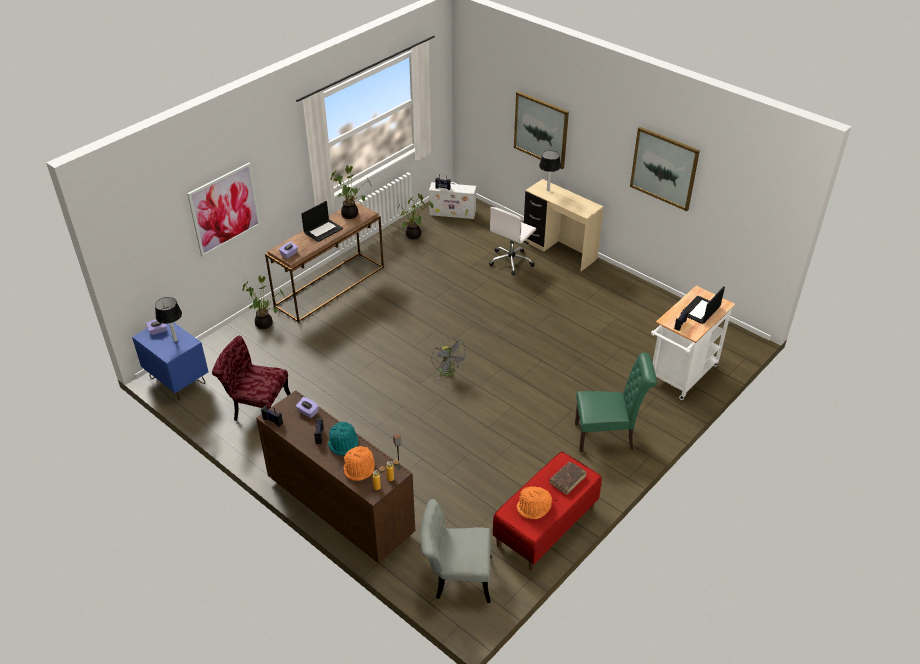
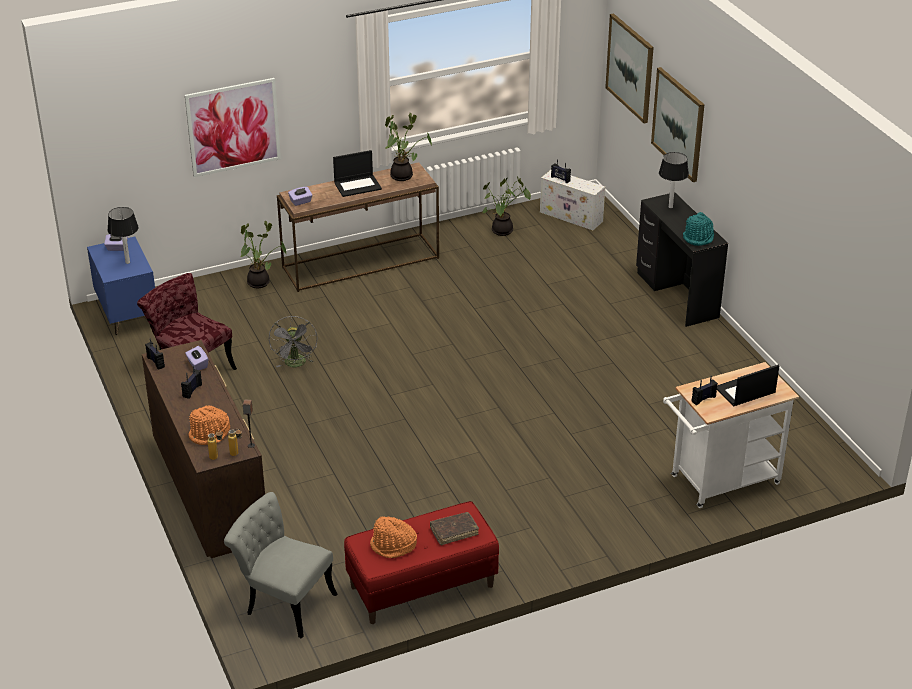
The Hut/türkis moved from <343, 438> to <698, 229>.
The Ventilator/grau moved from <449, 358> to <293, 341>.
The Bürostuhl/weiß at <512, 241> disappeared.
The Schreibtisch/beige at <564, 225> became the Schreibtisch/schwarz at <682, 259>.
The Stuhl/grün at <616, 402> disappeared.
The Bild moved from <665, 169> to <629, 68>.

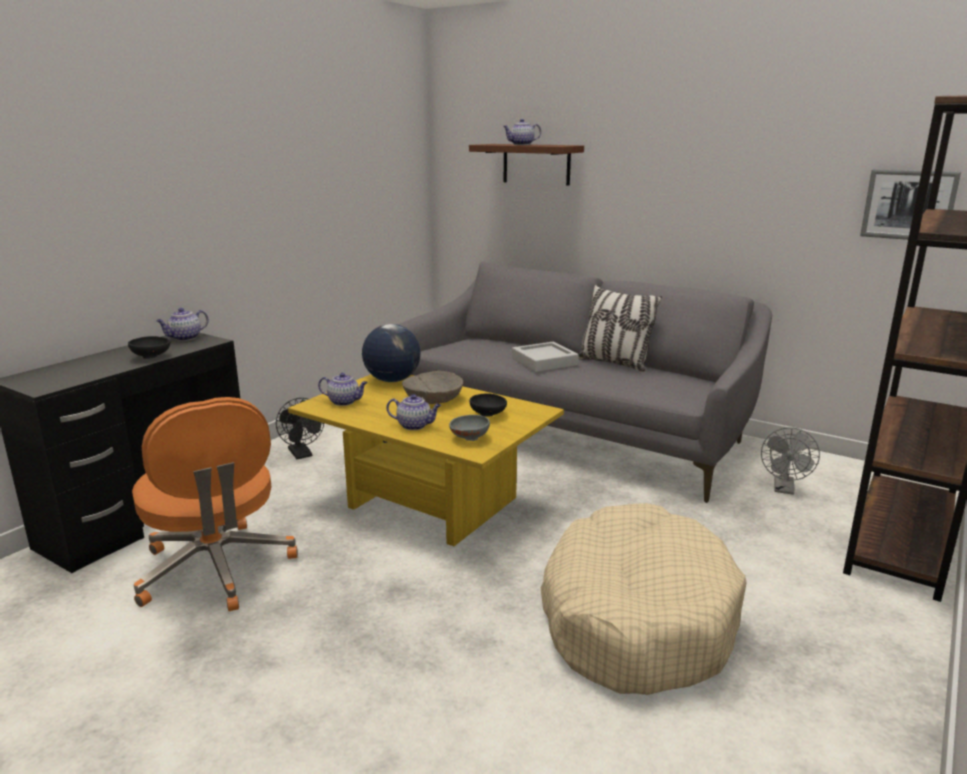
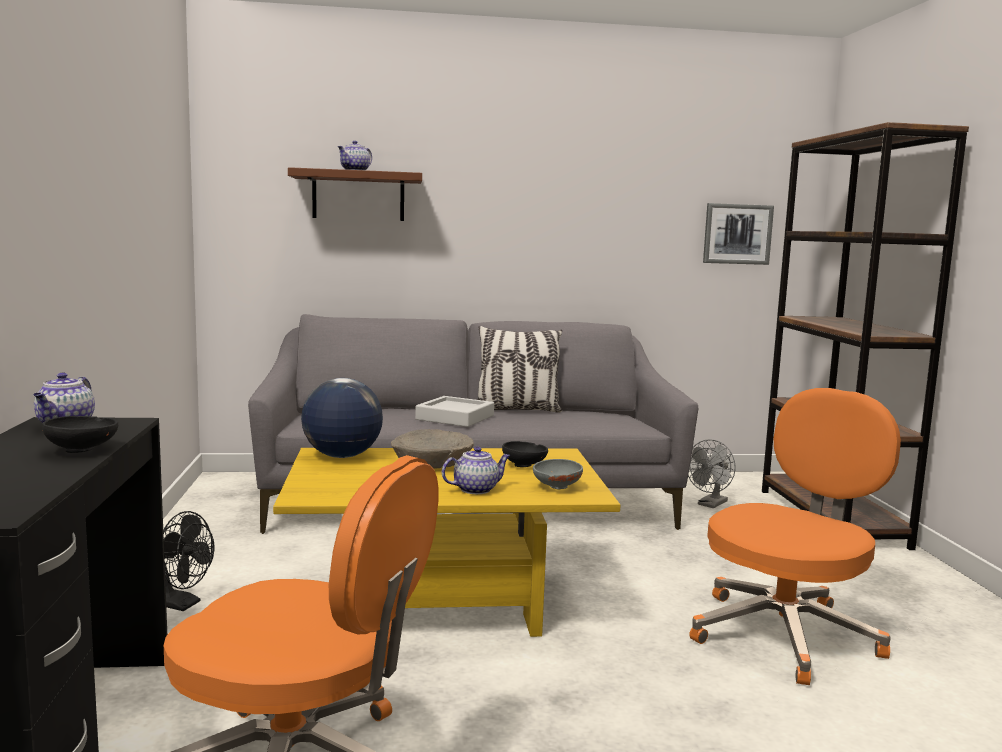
The Teekanne at <343, 389> disappeared.
The Hundebett/beige at <644, 599> was replaced by the Bürostuhl/orange at <795, 536>.
The Ventilator/grau at <790, 461> turned 60 degrees clockwise.

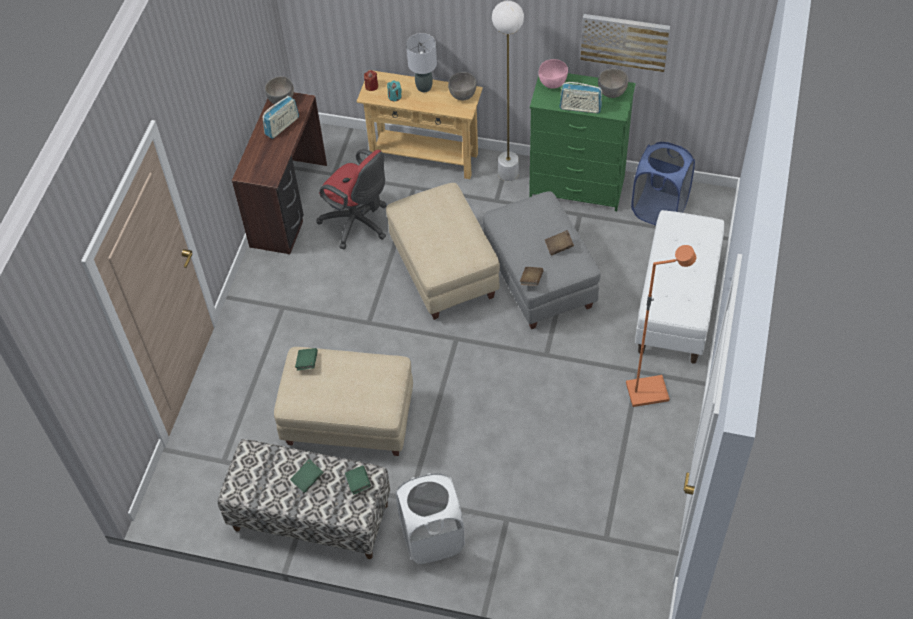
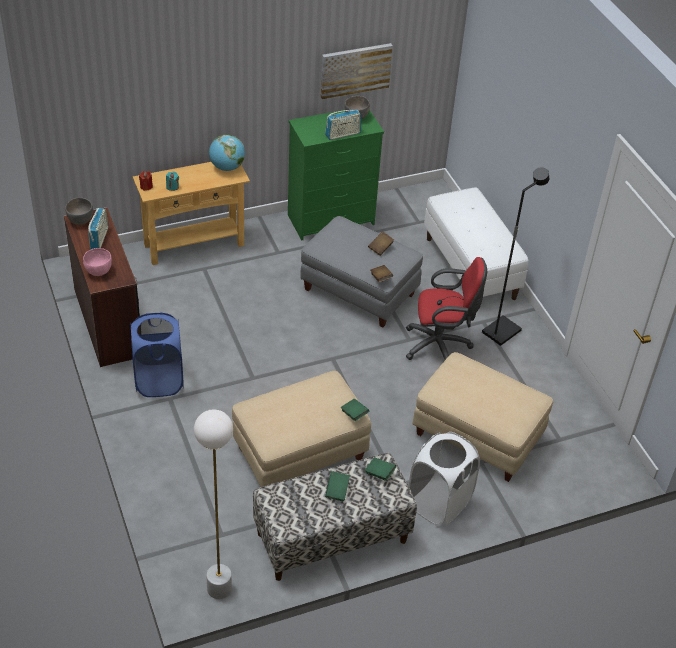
The Buch/grün moved from <306, 359> to <355, 410>.
The Bürostuhl/rot moved from <351, 199> to <446, 308>.
The Polsterhocker/beige moved from <443, 251> to <482, 417>.
The Tischlampe/grau at <421, 62> disappeared.
The Schüssel/grau at <462, 86> was replaced by the Globus at <227, 153>.
The Stehlampe/weiß moved from <508, 91> to <213, 504>.
The Schüssel/rosa moved from <553, 74> to <97, 262>.
The Stehlampe/orange at <661, 326> became the Stehlampe/schwarz at <515, 256>.
The Wäschekorb/blau moved from <663, 183> to <156, 354>.

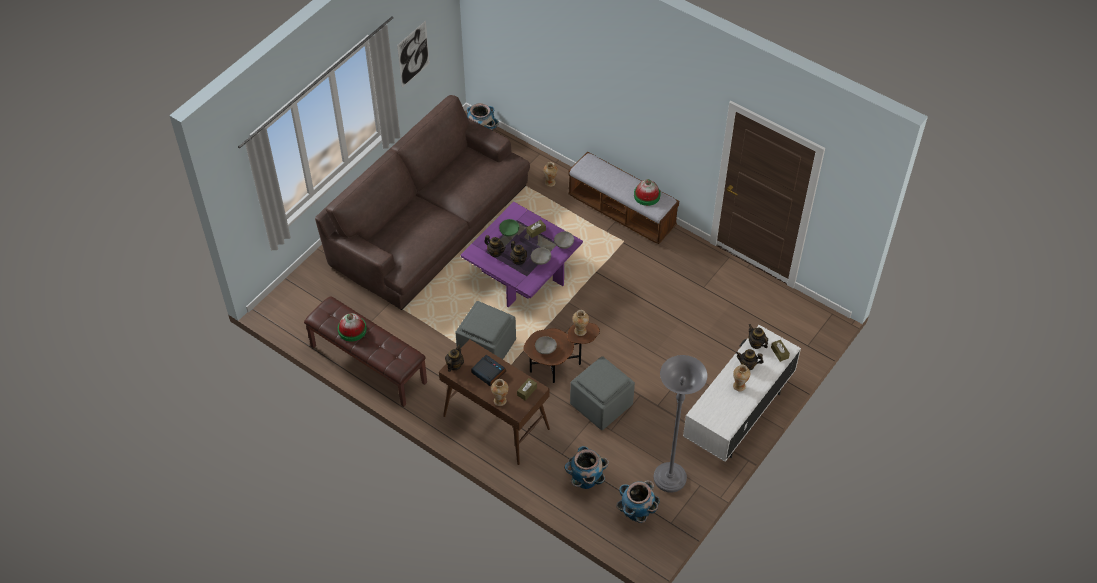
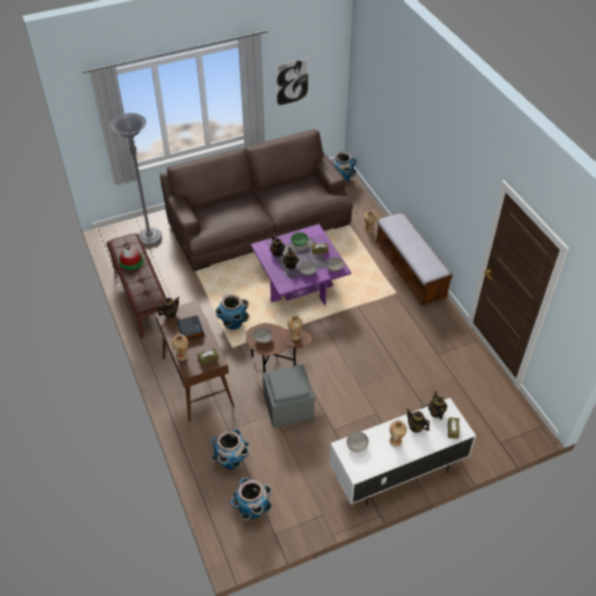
The Polsterhocker/grau at <485, 330> was replaced by the Pflanzkübel at <232, 312>.
The Hut at <647, 192> disappeared.
The Stehlampe/grau moved from <680, 424> to <136, 179>.
The Schüssel/grau at <357, 442> appeared.

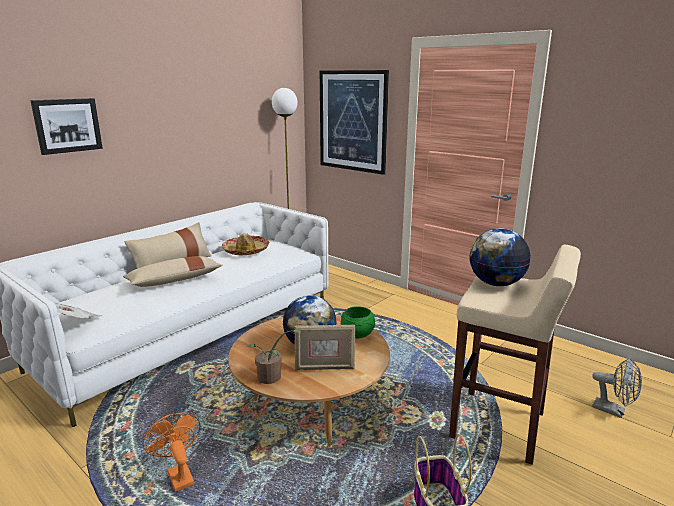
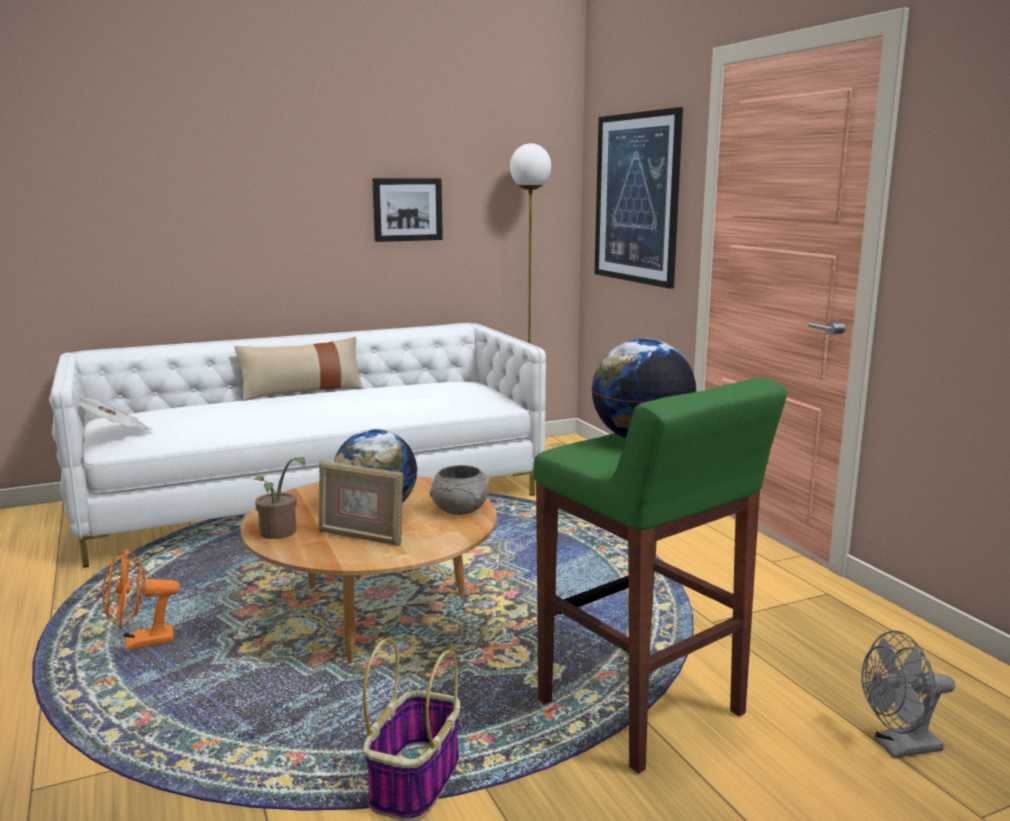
The Bild moved from <66, 126> to <407, 210>.
The Kissen/beige at <173, 271> disappeared.
The Ventilator/orange at <171, 452> turned 105 degrees counterclockwise.
The Hut at <246, 244> disappeared.
The Schüssel/grün at <358, 322> became the Schüssel/grau at <458, 490>.
The Hocker/beige at <515, 355> became the Hocker/grün at <660, 576>.
The Ventilator/grau at <617, 388> turned 105 degrees clockwise.

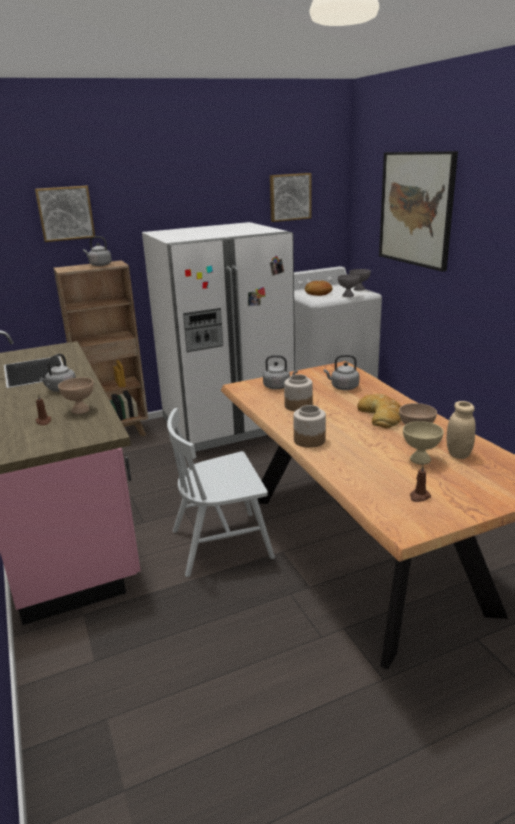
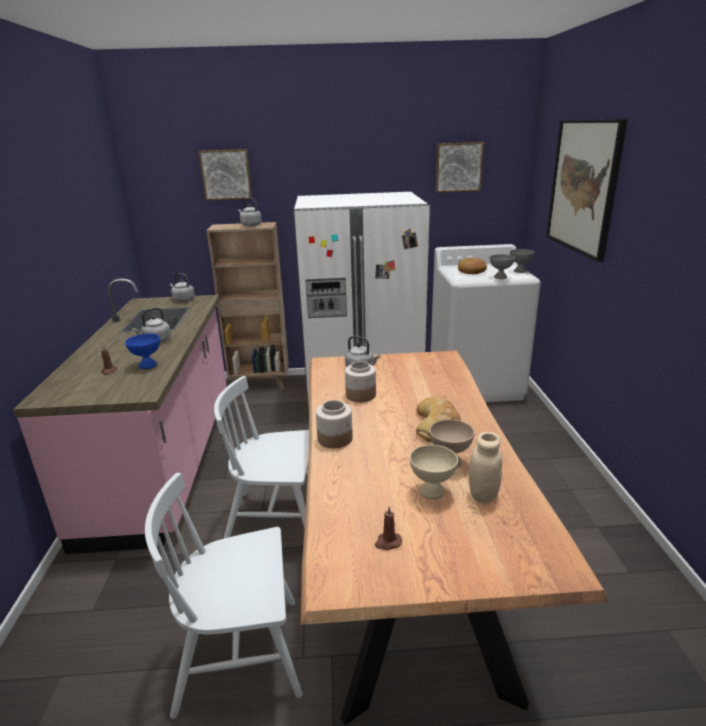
The Schüssel/beige at <76, 395> became the Schüssel/blau at <142, 351>.
The Wasserkessel/grau moved from <341, 372> to <182, 287>.
The Stuhl/weiß at <224, 596> appeared.

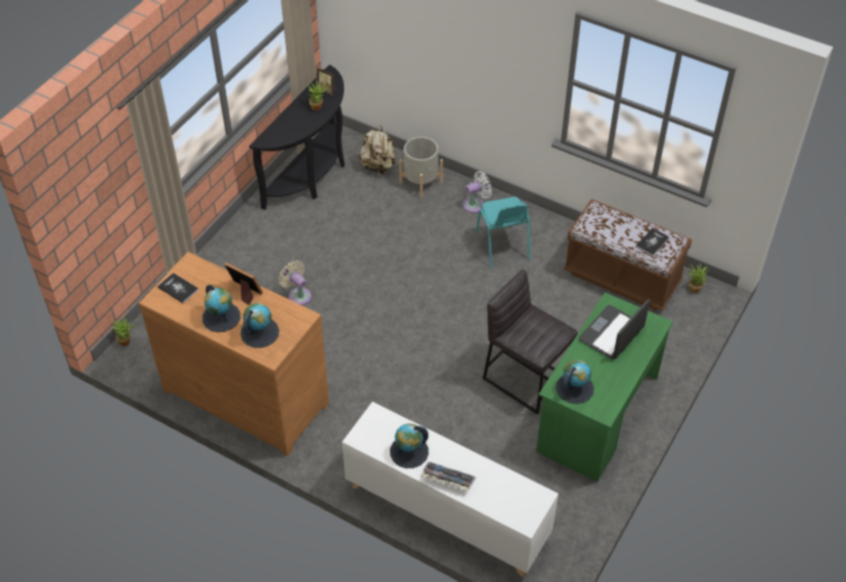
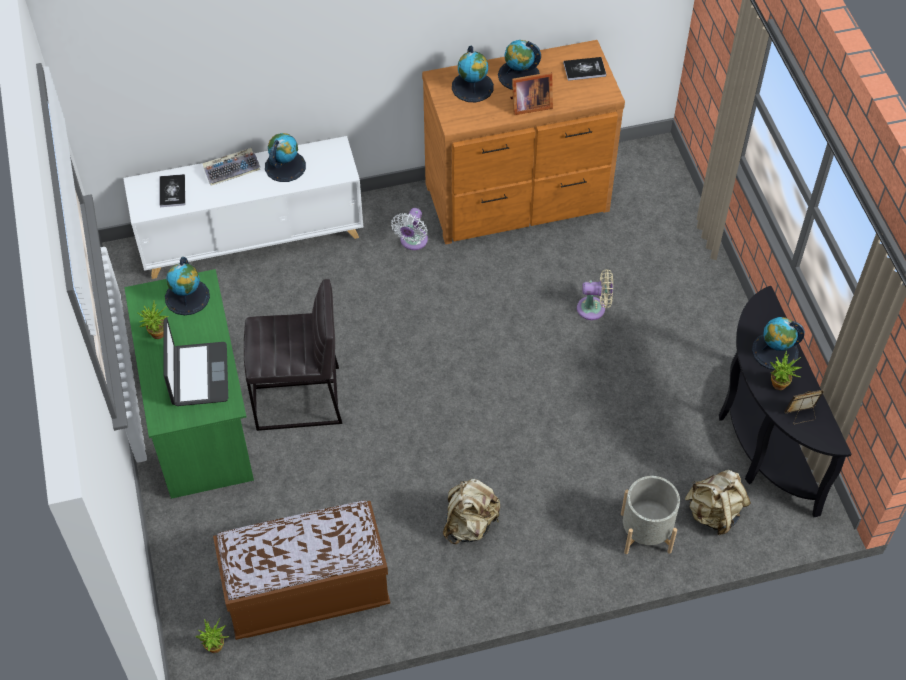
The Topfpflanze moved from <122, 330> to <153, 319>.
The Ventilator/weiß moved from <477, 192> to <409, 229>.
The Stuhl/türkis at <502, 232> was replaced by the Rucksack/beige at <471, 511>.
The Buch moved from <652, 242> to <172, 190>.
The Globus at <778, 343> appeared.

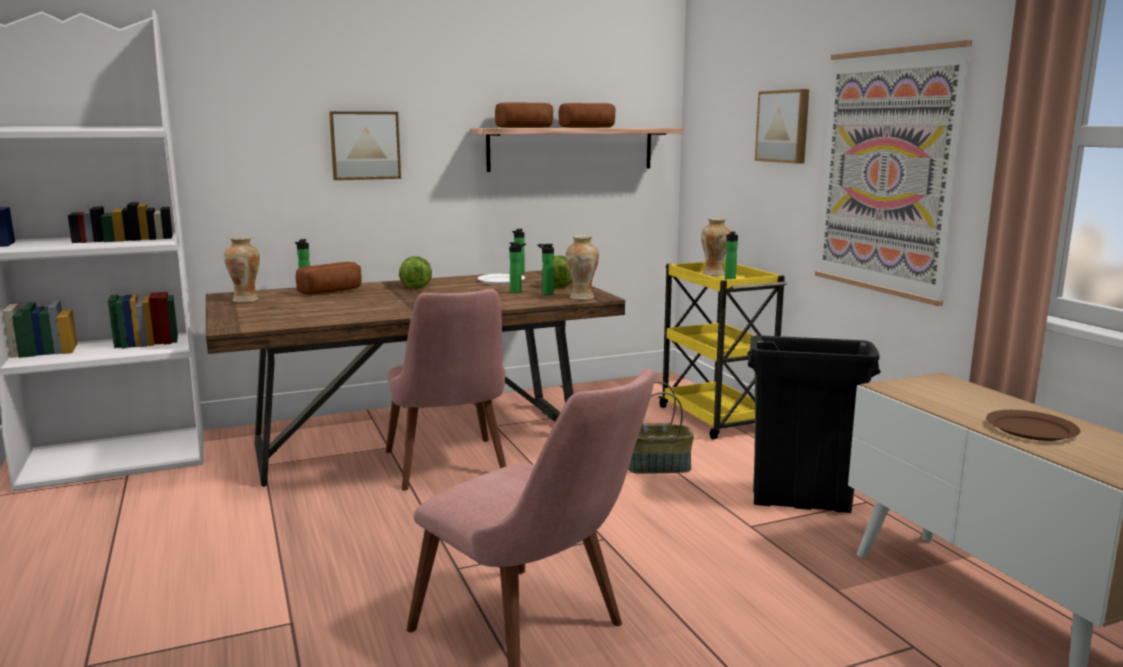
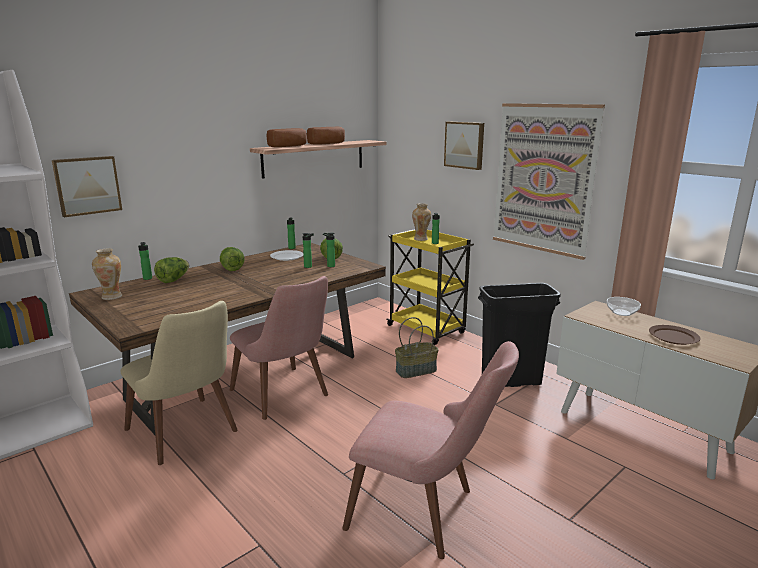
The Brot at <329, 278> was replaced by the Salatkopf at <171, 270>.
The Bild moved from <365, 145> to <87, 186>.
The Vase at <582, 267> disappeared.
The Stuhl/beige at <179, 383> appeared.
The Schüssel at <624, 306> appeared.

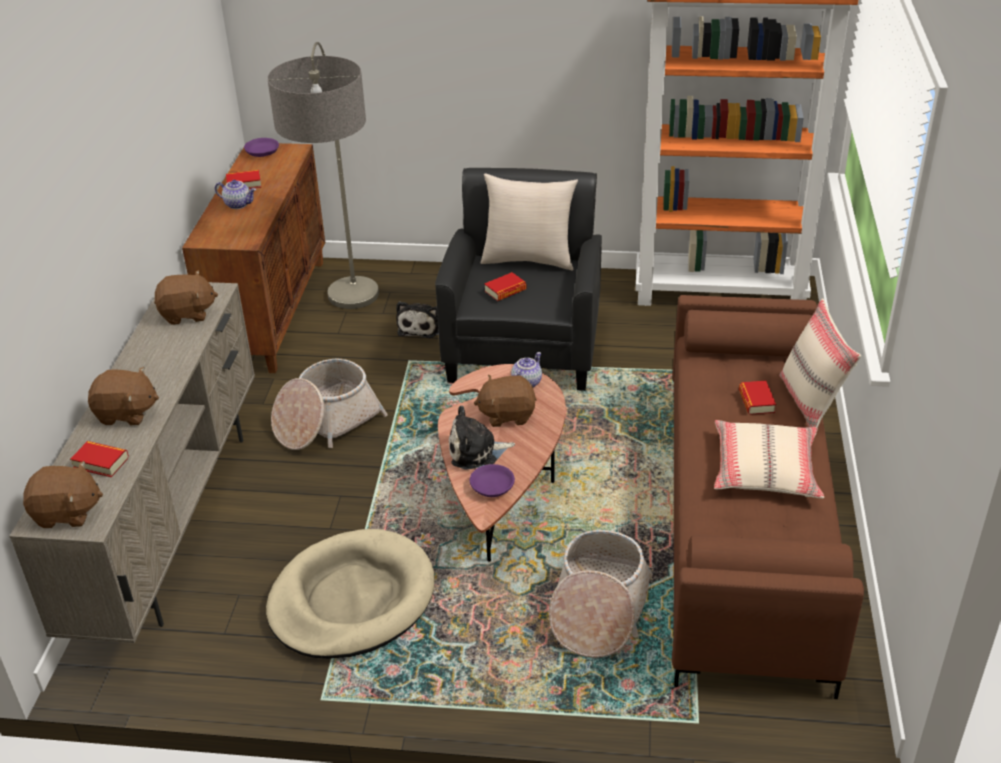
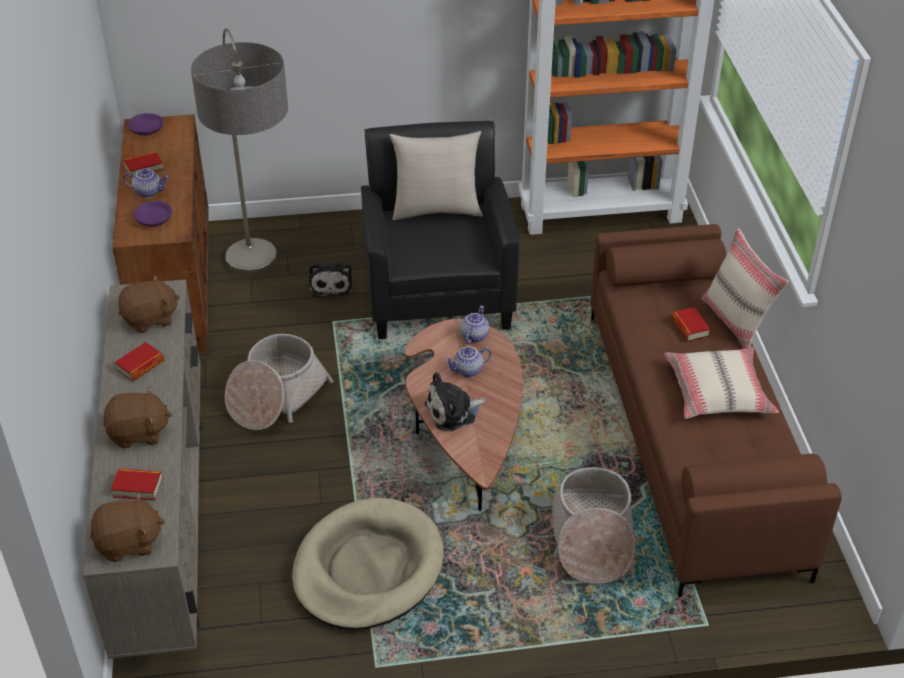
The Schüssel/lila moved from <492, 480> to <152, 214>.
The Plüschtier/braun at <505, 401> was replaced by the Teekanne at <468, 361>.
The Buch moved from <505, 286> to <139, 361>.

